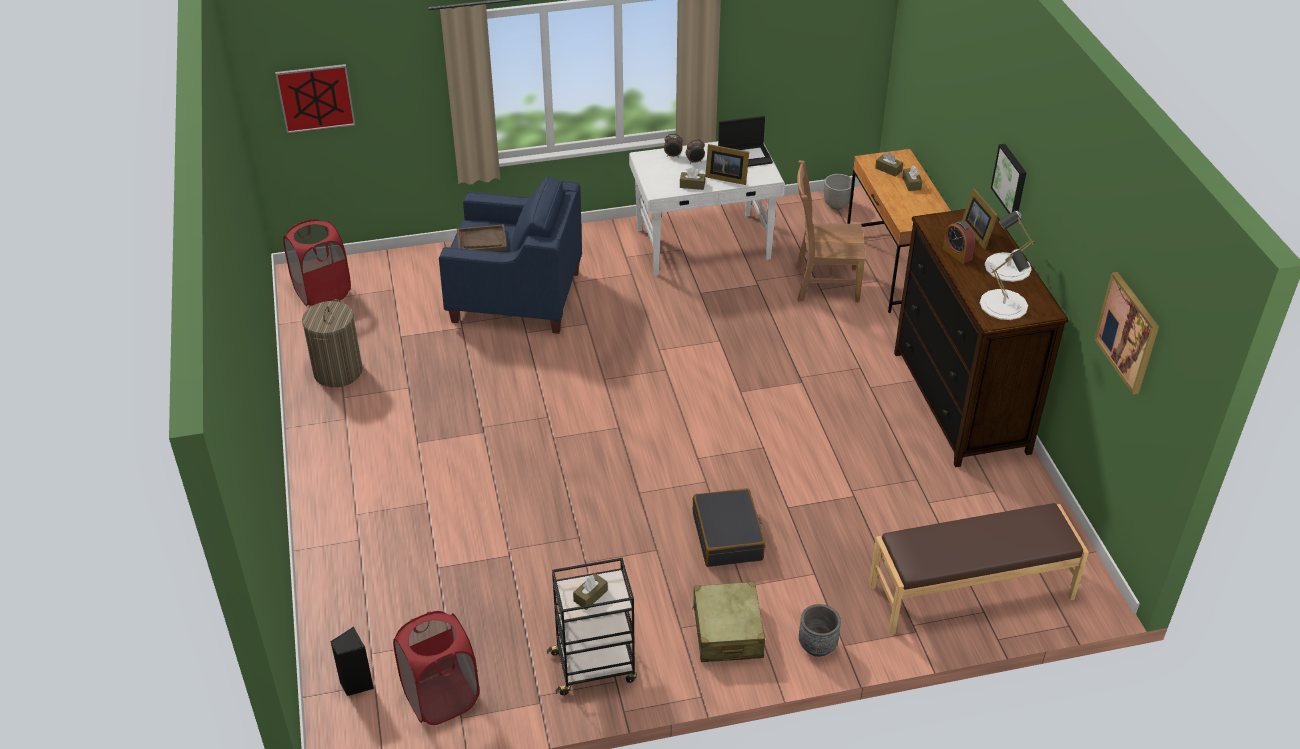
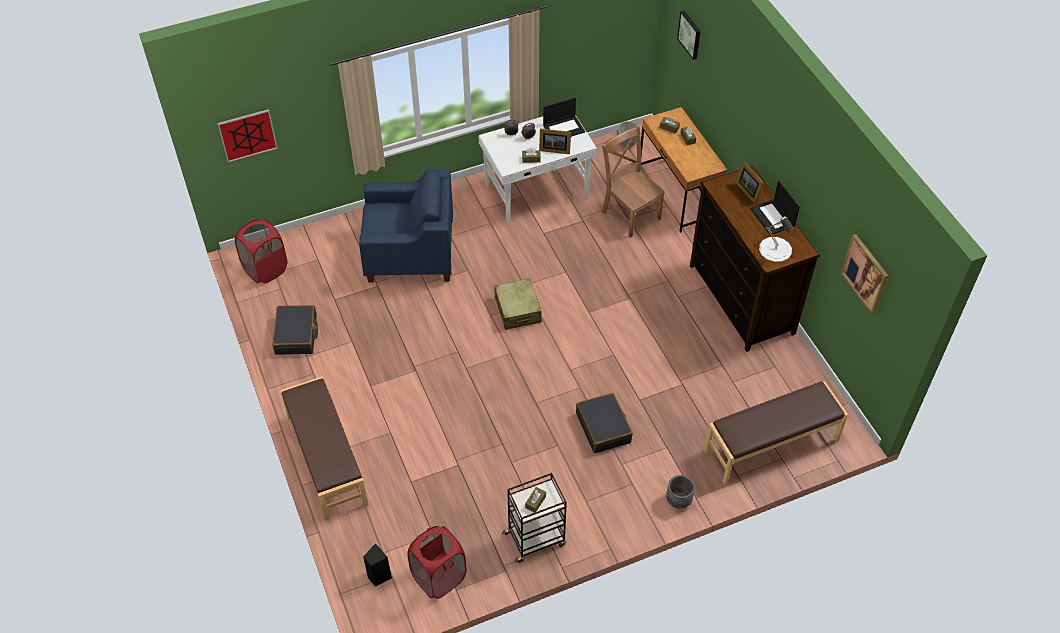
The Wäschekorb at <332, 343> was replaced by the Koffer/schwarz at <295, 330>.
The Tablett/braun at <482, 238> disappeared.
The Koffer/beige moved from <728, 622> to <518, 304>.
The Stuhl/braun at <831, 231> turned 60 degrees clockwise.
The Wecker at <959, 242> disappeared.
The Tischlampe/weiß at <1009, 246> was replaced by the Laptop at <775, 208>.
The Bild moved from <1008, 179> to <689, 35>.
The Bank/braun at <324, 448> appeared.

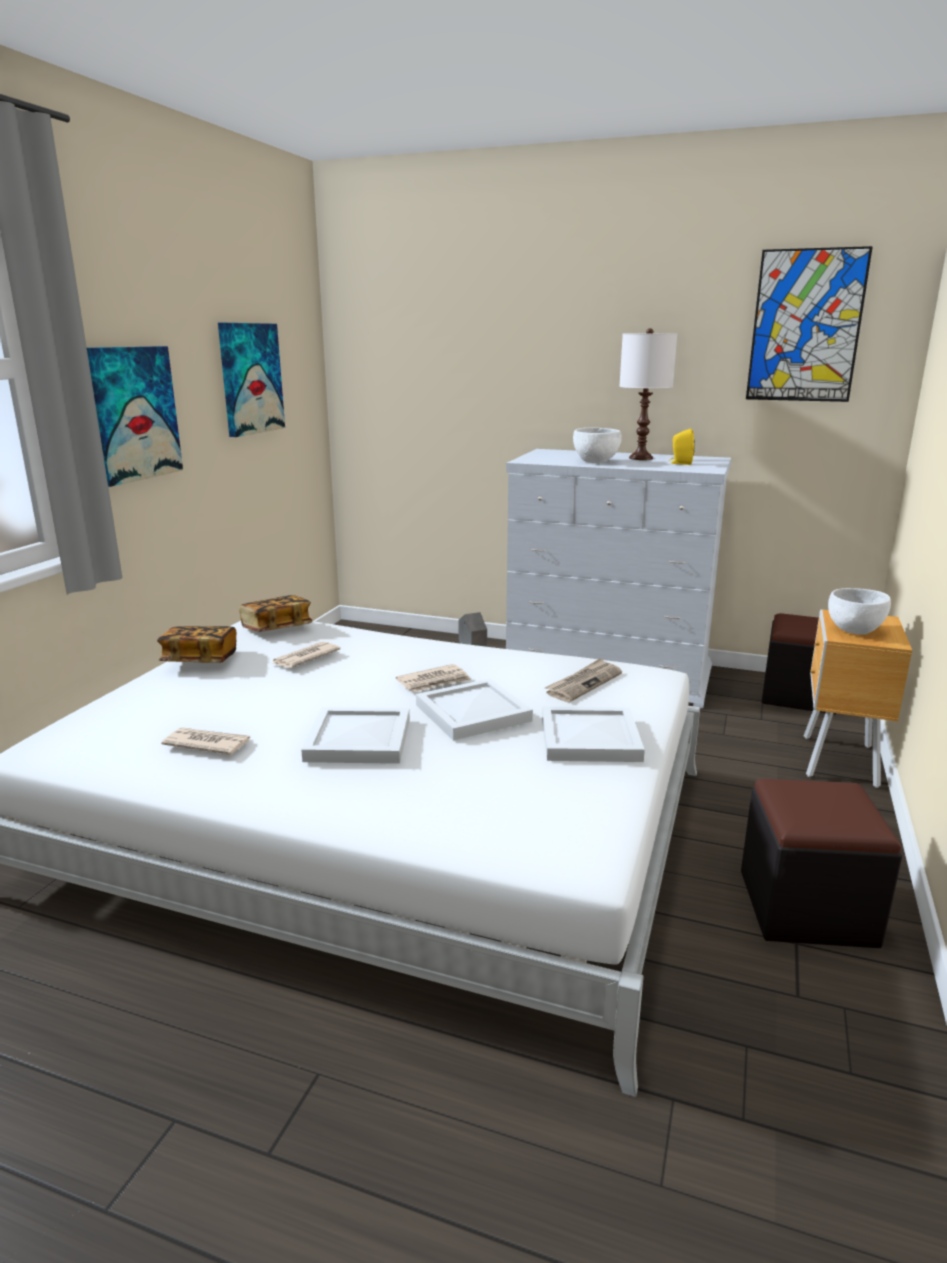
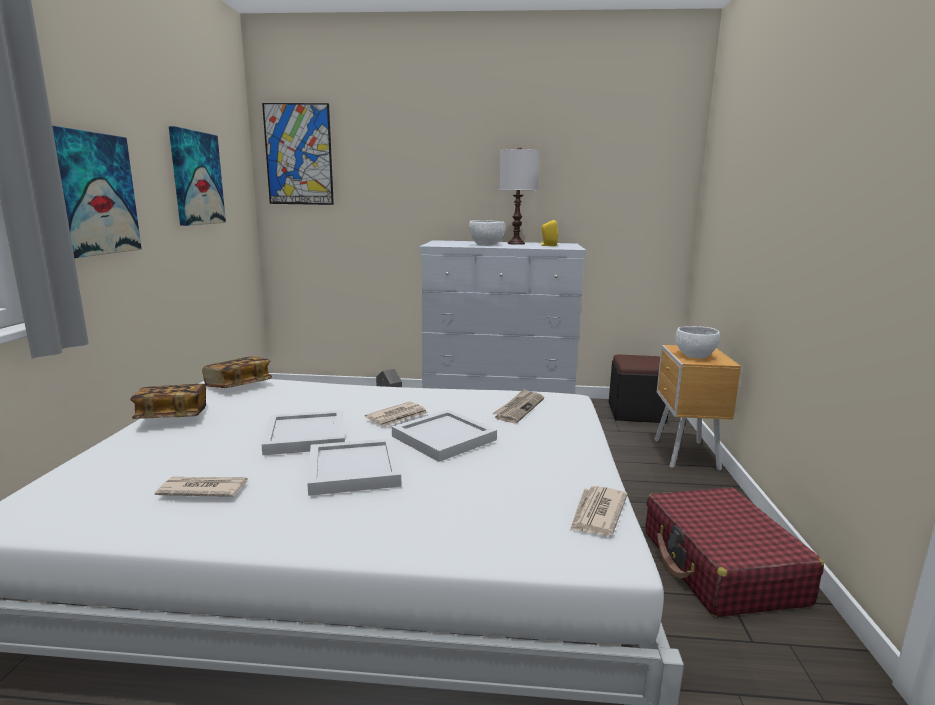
The Zeitung moved from <306, 655> to <599, 511>.
The Tablett/weiß moved from <593, 734> to <303, 432>.
The Polsterhocker/schwarz at <821, 863> was replaced by the Koffer/rot at <735, 552>.
The Bild moved from <809, 324> to <298, 154>.

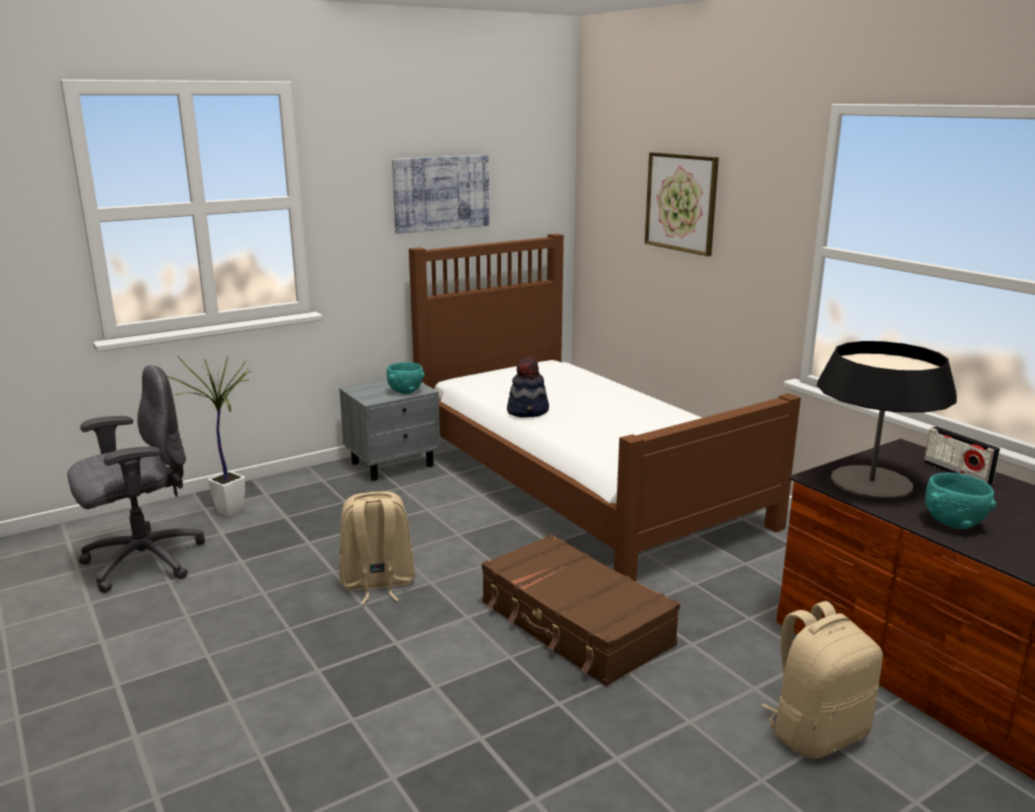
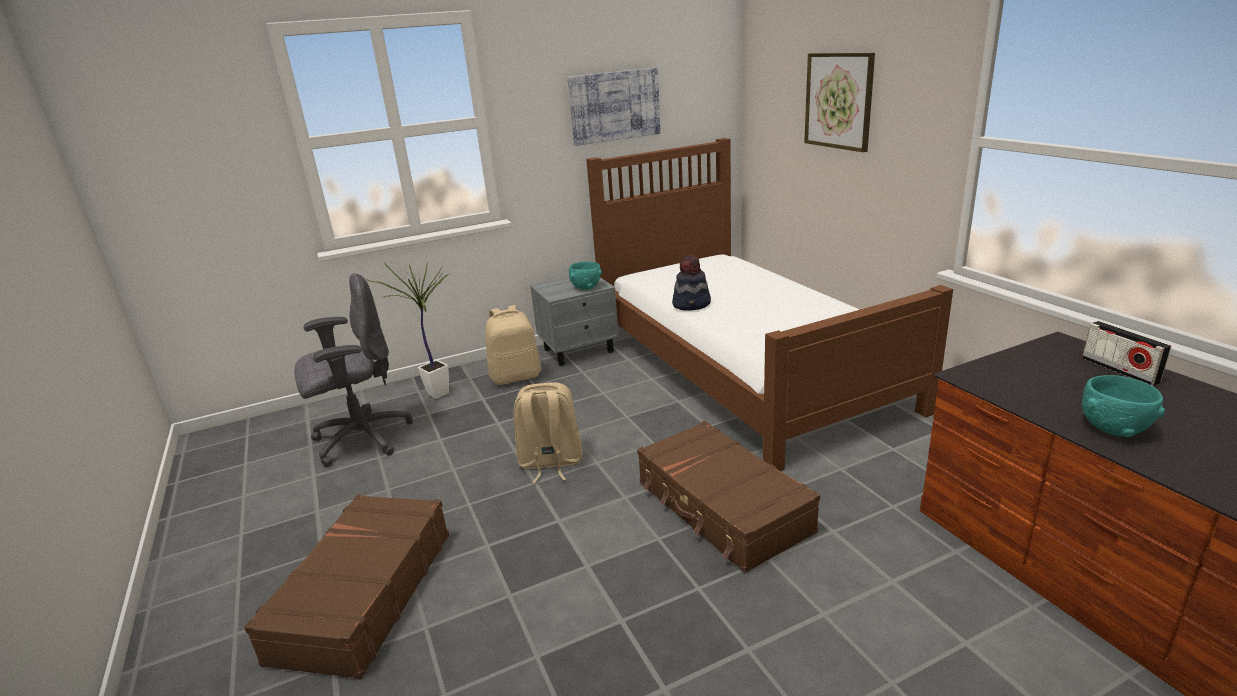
The Rucksack/beige moved from <822, 680> to <513, 345>.
The Tischlampe at <887, 420> disappeared.
The Koffer/braun at <346, 587> appeared.

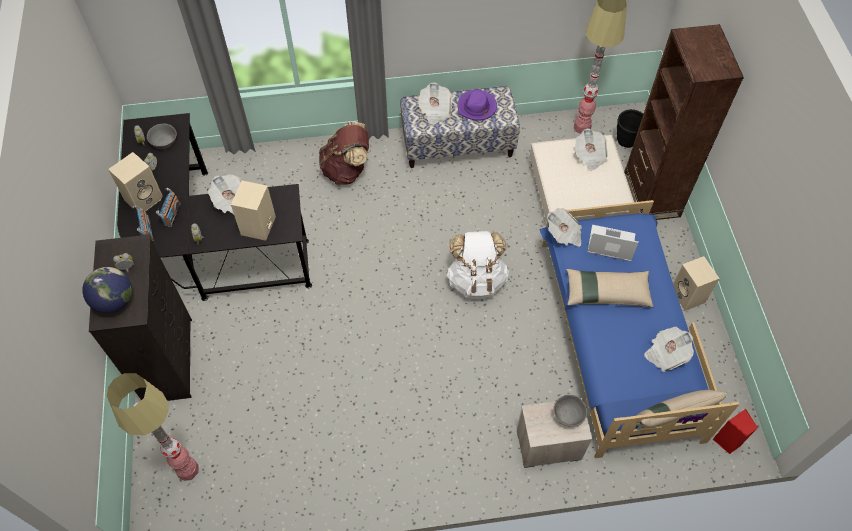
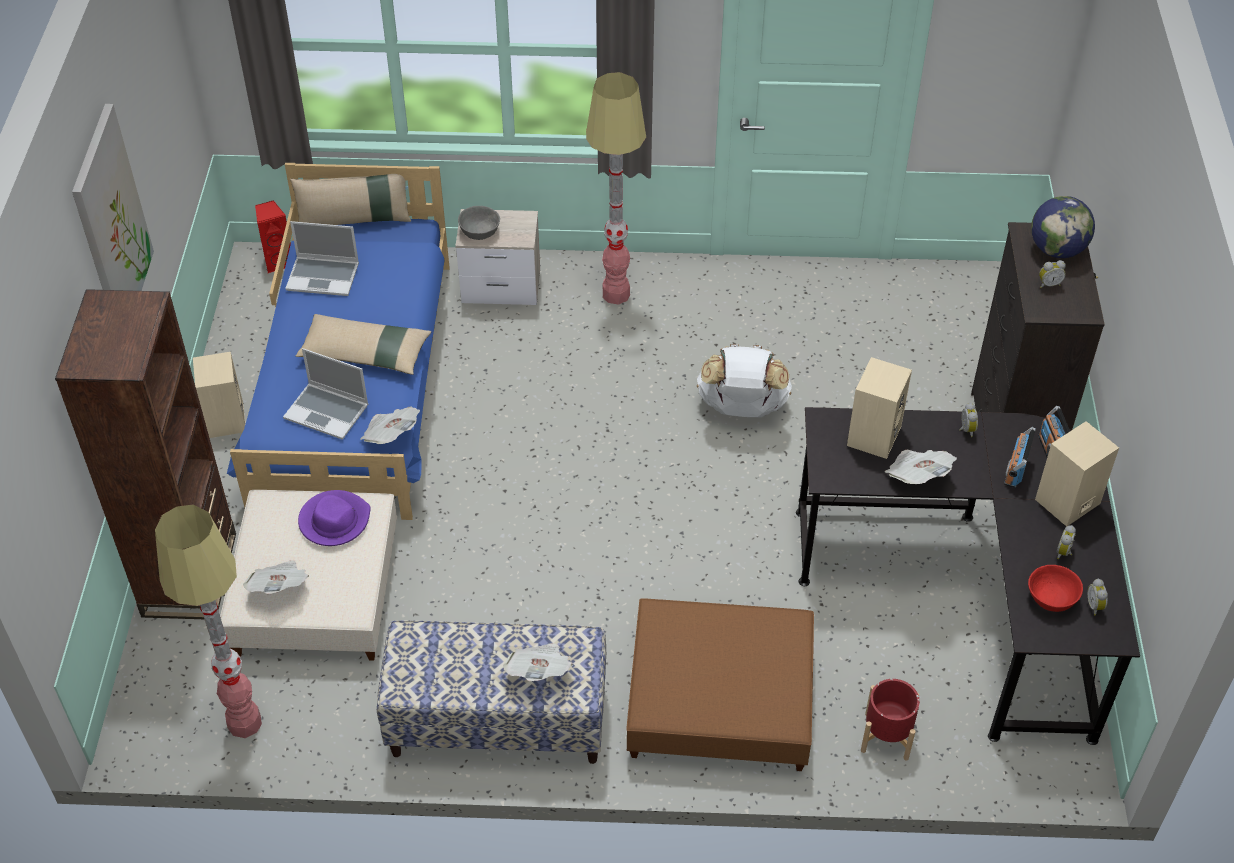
The Stehlampe moved from <152, 427> to <616, 188>.
The Schüssel/grau at <162, 136> became the Schüssel/rot at <1055, 588>.
The Rucksack/braun at <344, 153> was replaced by the Polsterhocker/braun at <720, 684>.
The Rucksack/weiß moved from <478, 265> to <744, 380>.
The Hut/lila moved from <477, 105> to <334, 518>.
The Pflanzkübel/schwarz at <630, 128> disappeared.
The Zeitung at <669, 349> was replaced by the Laptop at <322, 258>.
The Bild at <113, 197> appeared.
The Pflanzkübel/rot at <890, 720> appeared.

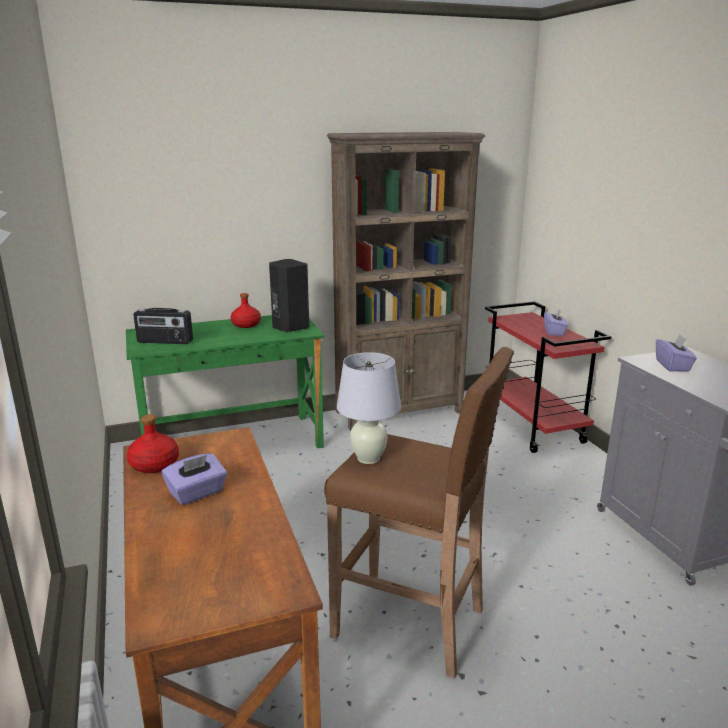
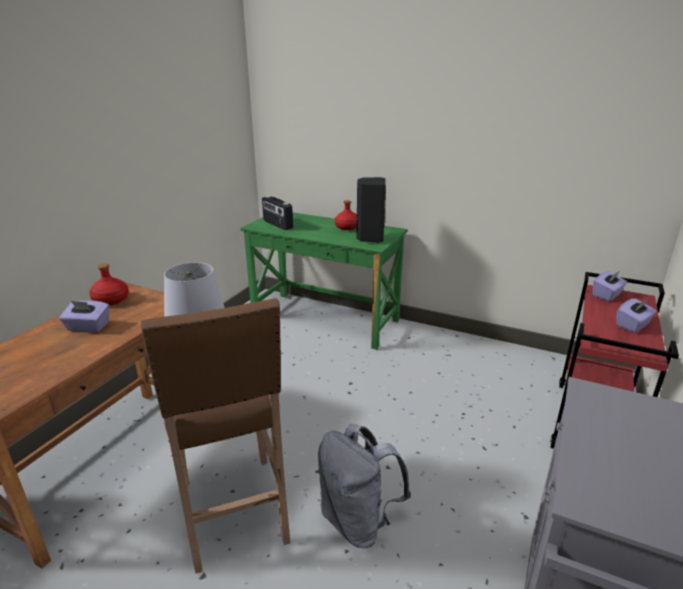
The Bücherregal/braun at <406, 281> disappeared.
The Taschentuchbox/lila moved from <676, 353> to <610, 286>.
The Rucksack/grau at <364, 486> appeared.

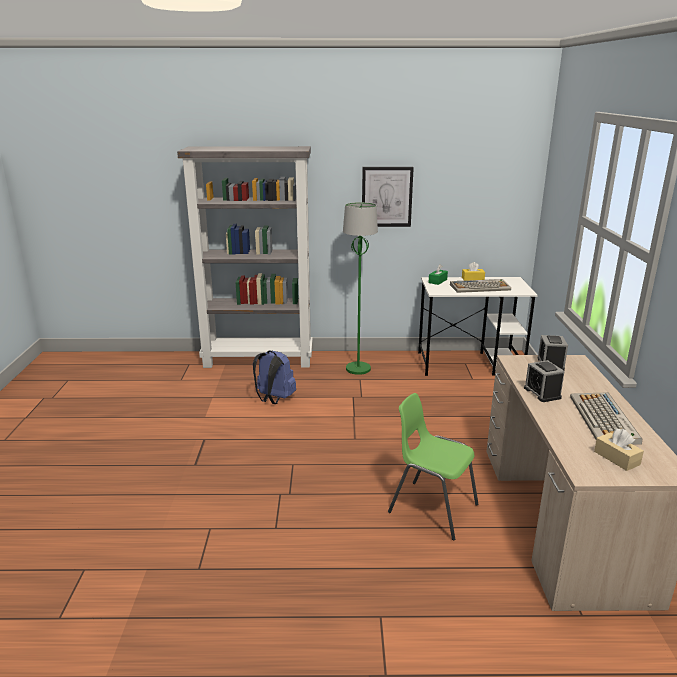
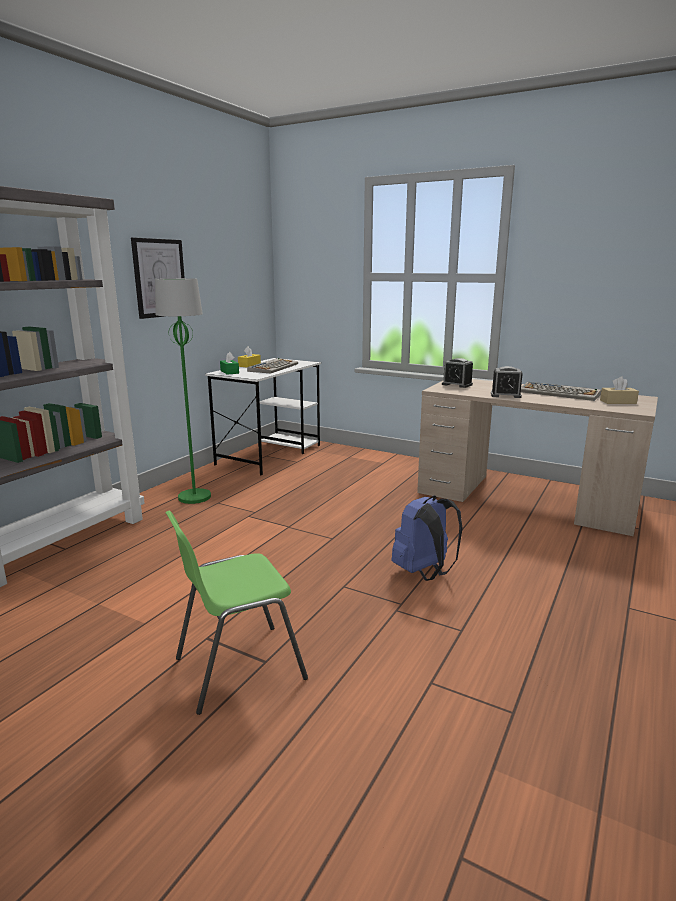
The Rucksack/blau moved from <274, 377> to <427, 538>.
The Stuhl/grün moved from <433, 466> to <236, 612>.

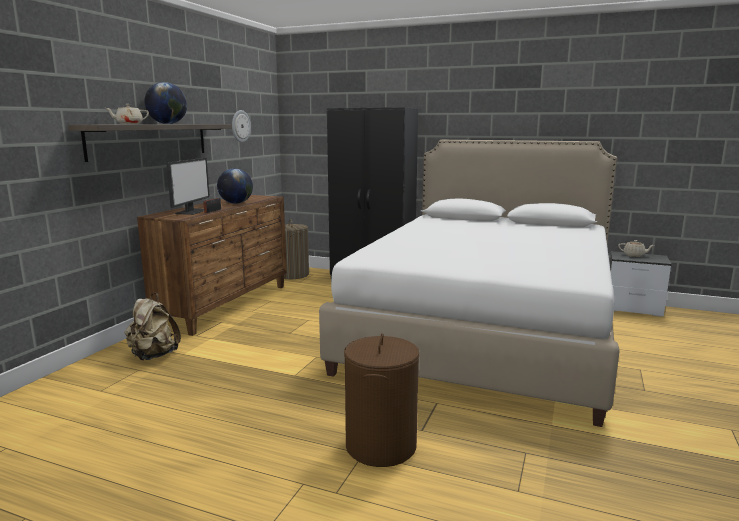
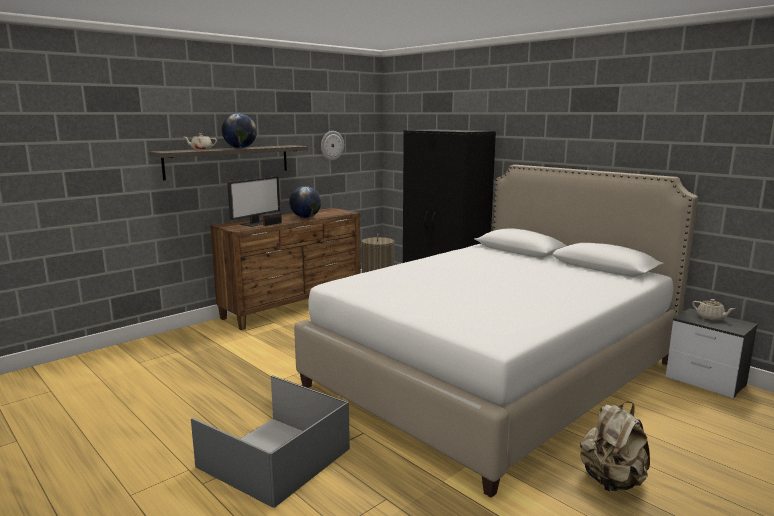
The Rucksack/beige moved from <153, 326> to <615, 446>.
The Wäschekorb/braun at <381, 400> was replaced by the Aufbewahrungsbox/grau at <270, 441>.

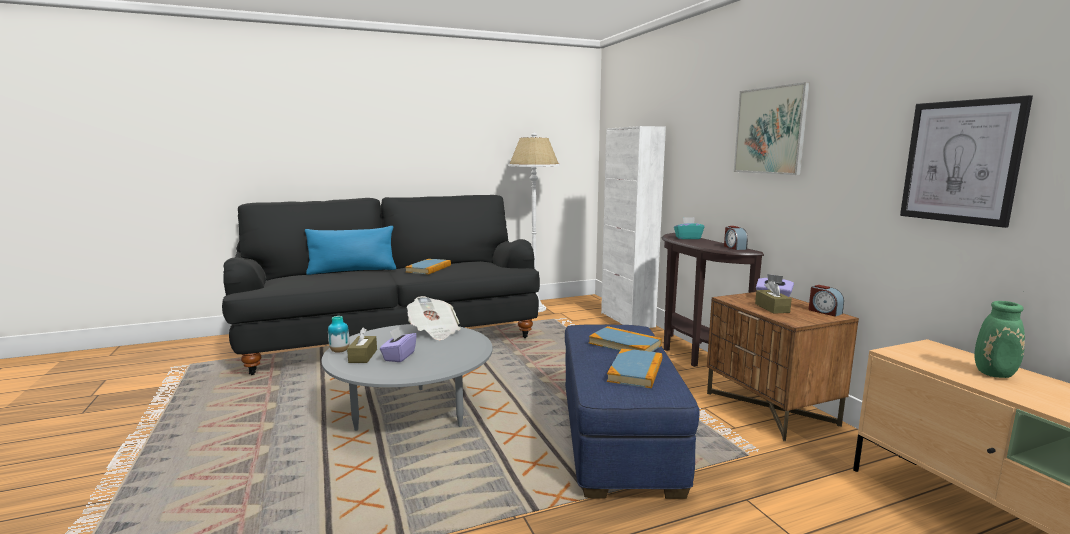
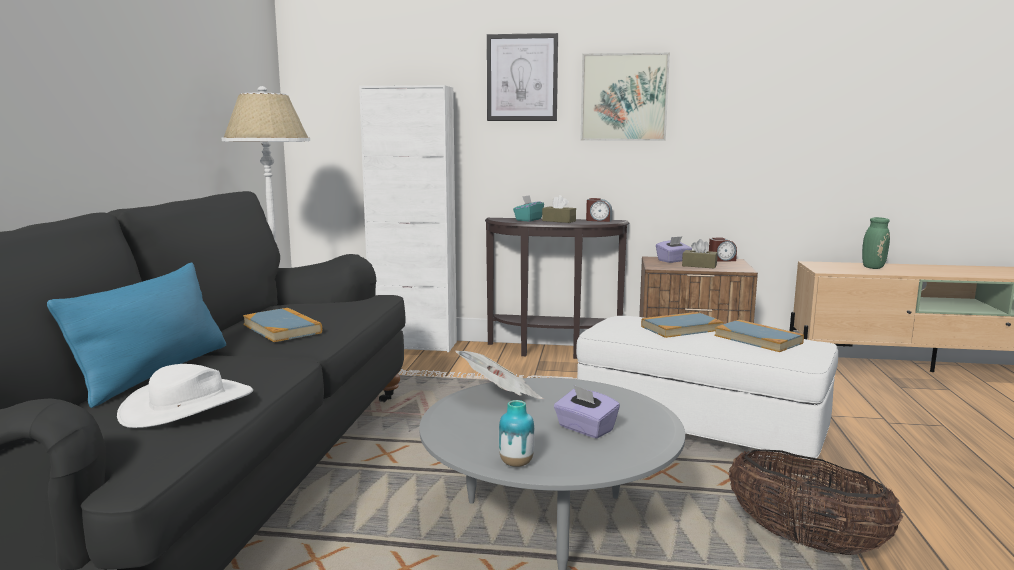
The Taschentuchbox/braun moved from <362, 345> to <559, 209>.
The Polsterhocker/blau at <632, 411> became the Polsterhocker/weiß at <707, 392>.
The Bild moved from <966, 161> to <522, 77>.
The Hut/weiß at <185, 396> appeared.
The Korb at <815, 502> appeared.

